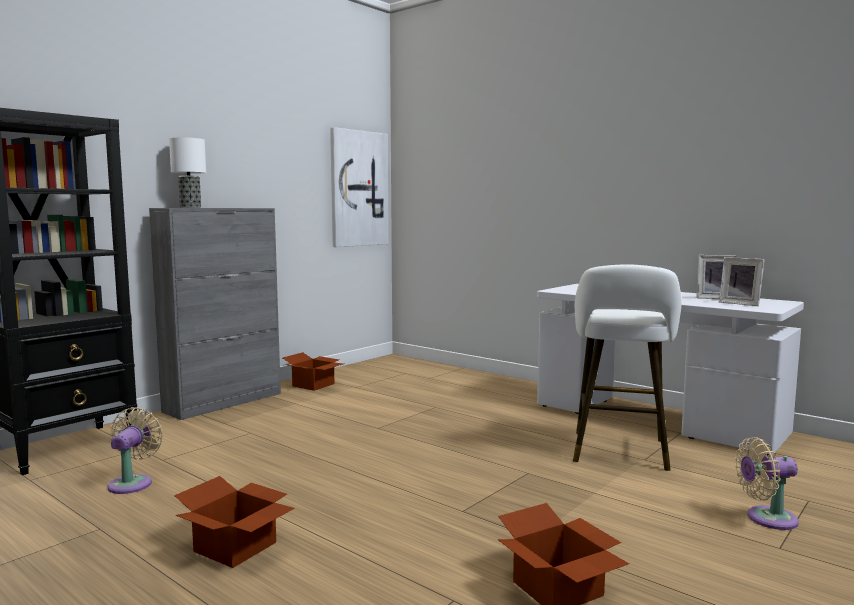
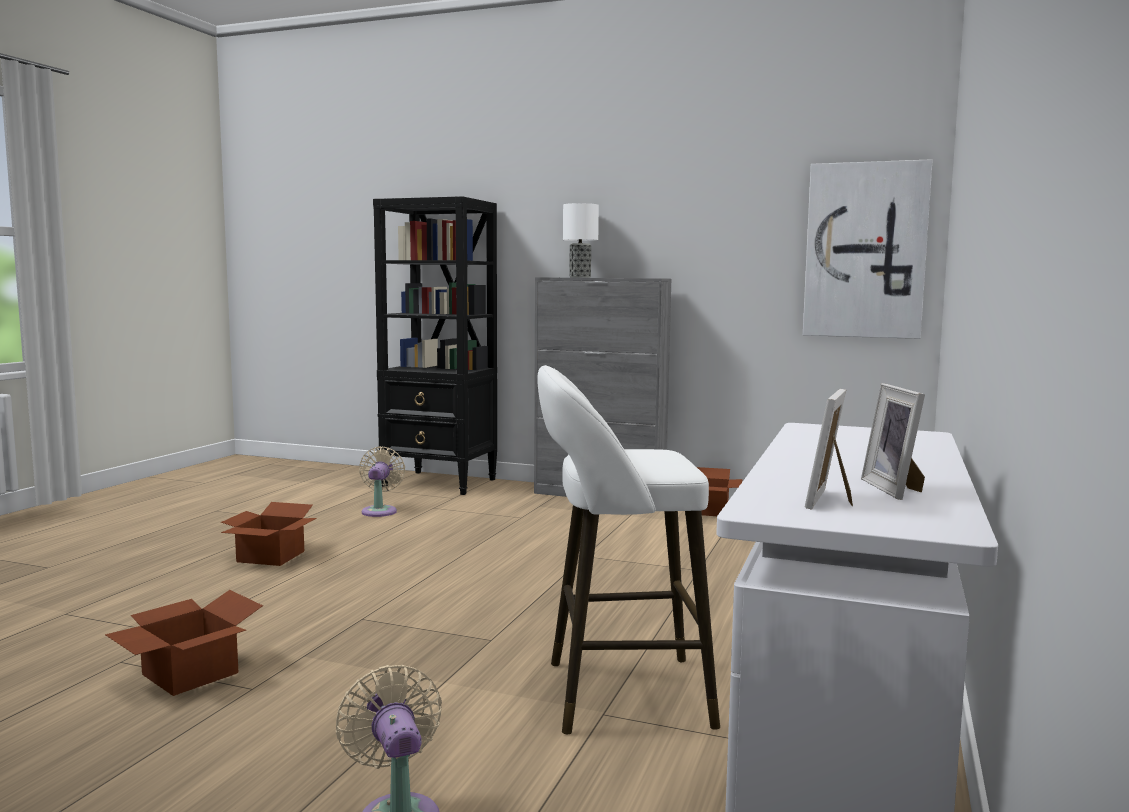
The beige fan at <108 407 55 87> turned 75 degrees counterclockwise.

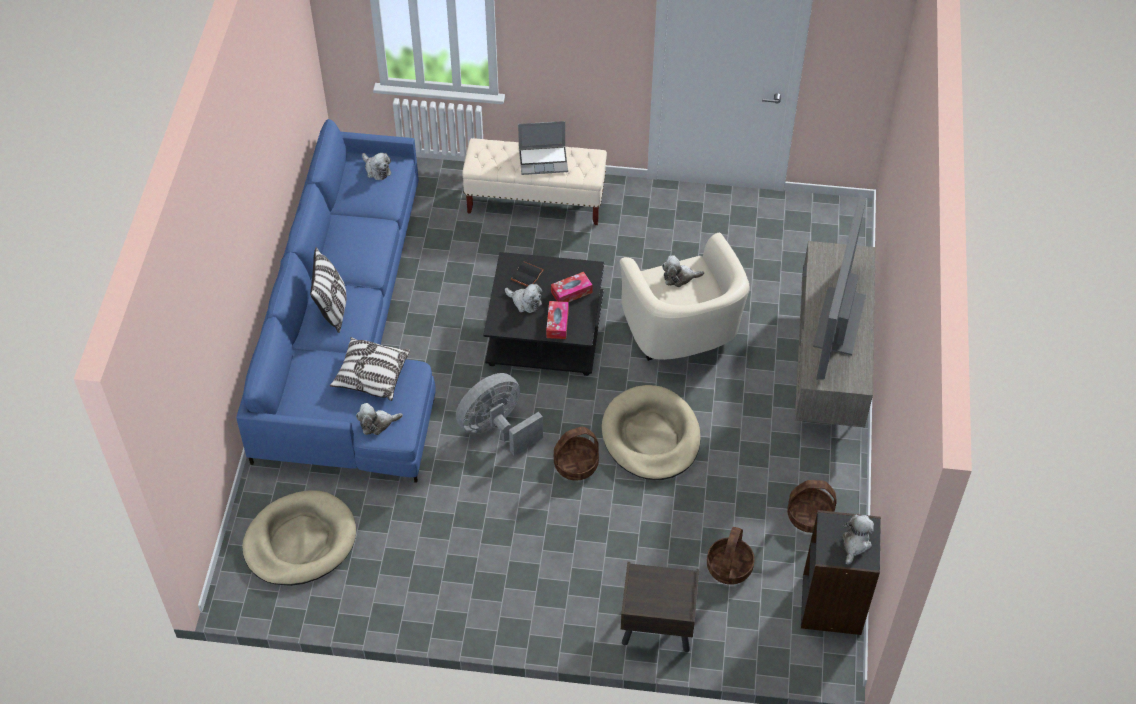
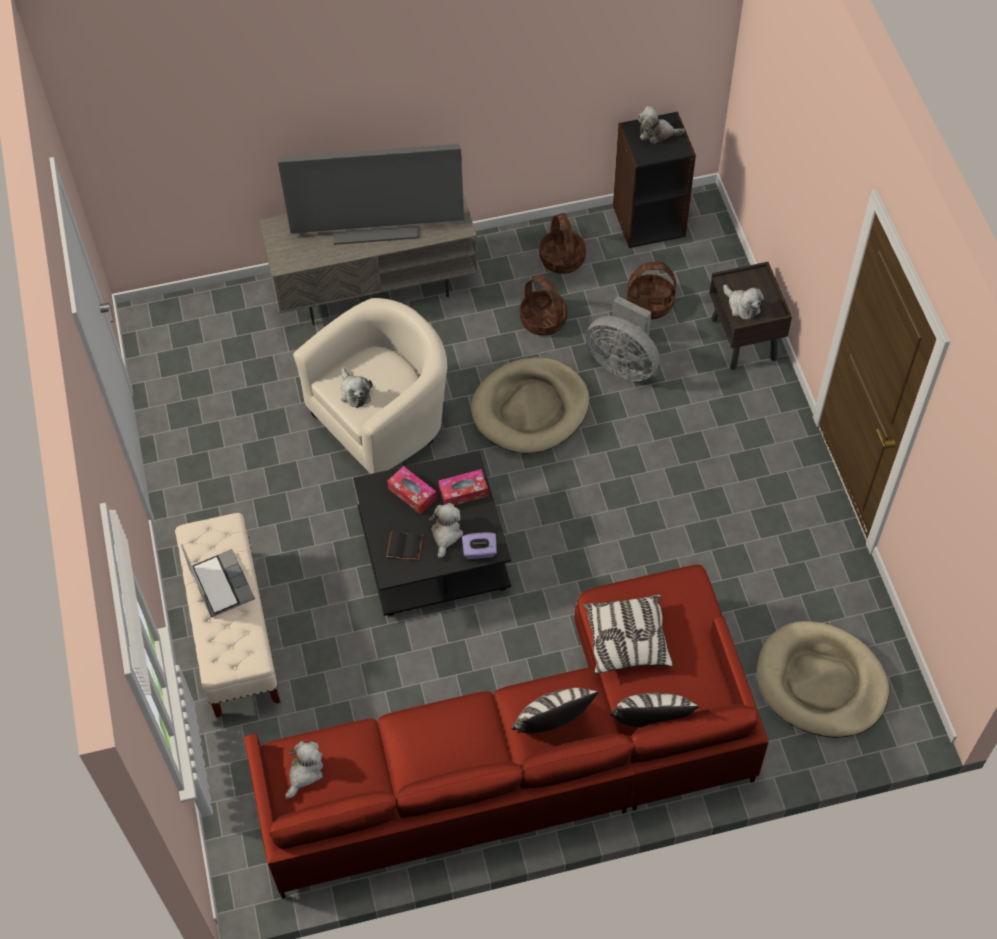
The blue sofa at <236 119 200 364> became the red sofa at <244 565 525 334>.
The purple tissue box at <462 532 35 27> appeared.
The basket moved from <554 427 45 54> to <520 275 48 61>.
The grey fan moved from <456 373 87 83> to <586 296 73 85>.
The pillow at <610 693 89 35> appeared.
The plush toy moved from <356 403 47 32> to <723 285 41 35>.

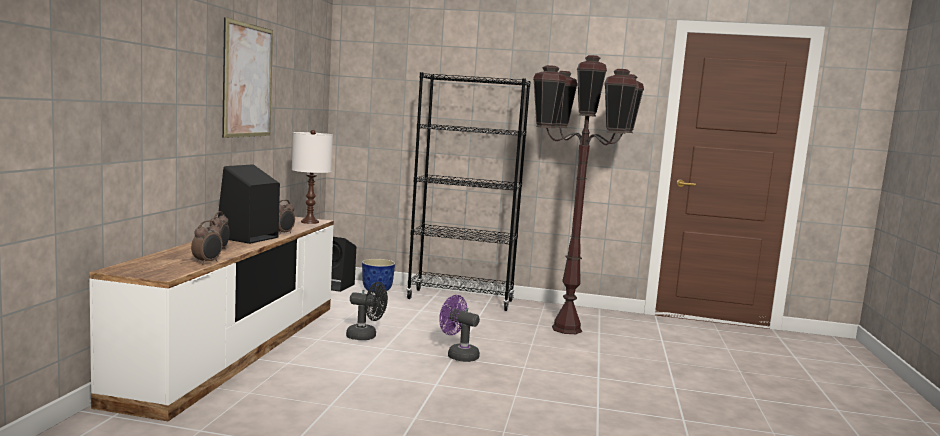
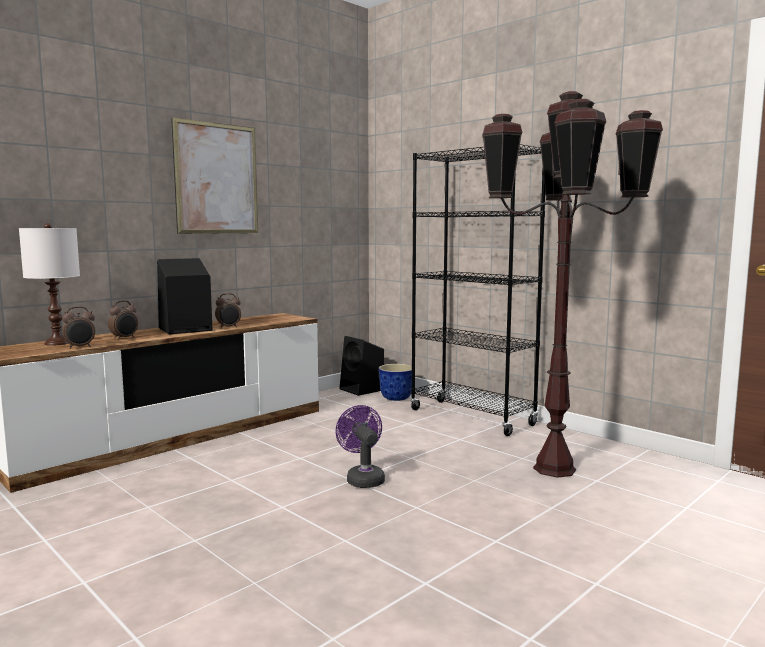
The white table lamp moved from <292 130 41 94> to <19 223 61 123>.
The black fan at <346 282 42 58> disappeared.

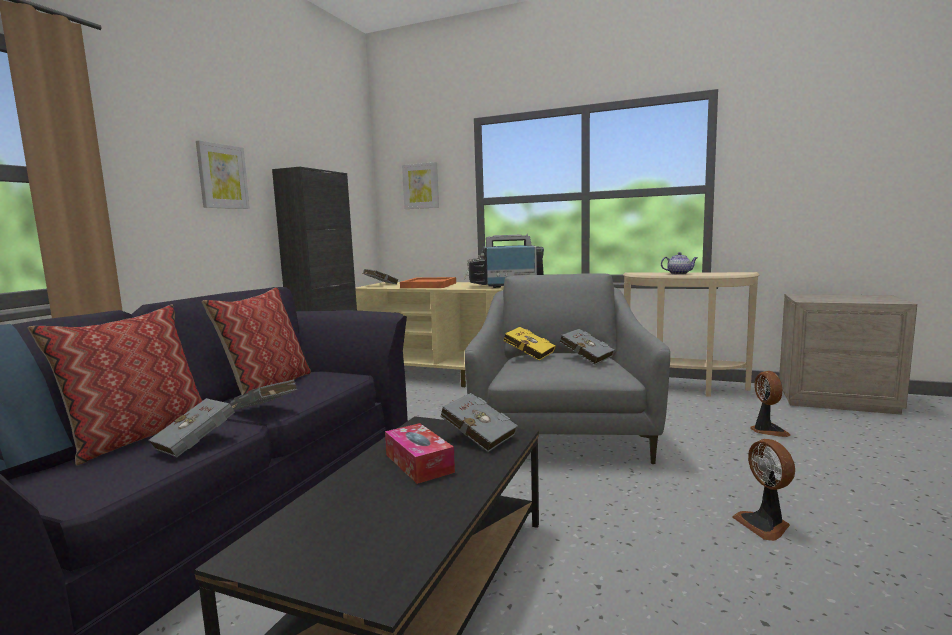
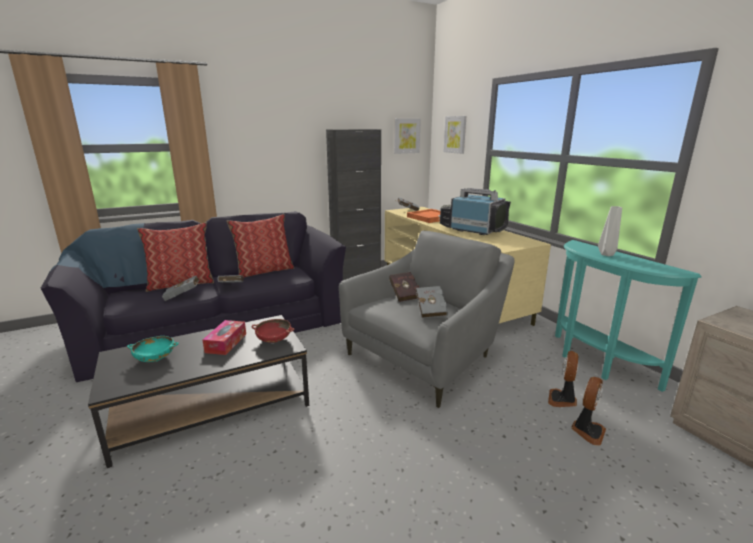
The turquoise bowl at <127 336 52 26> appeared.
The grey book at <440 393 78 59> was replaced by the red bowl at <252 319 42 24>.
The yellow book at <503 327 53 34> became the red book at <389 272 30 30>.
The picture moved from <196 140 54 69> to <394 118 27 36>.
The fan moved from <732 439 63 102> to <548 351 30 56>.
The beige console table at <623 272 137 125> became the turquoise console table at <555 240 146 152>.
The teapot at <661 252 37 23> was replaced by the grey vase at <598 206 24 50>.

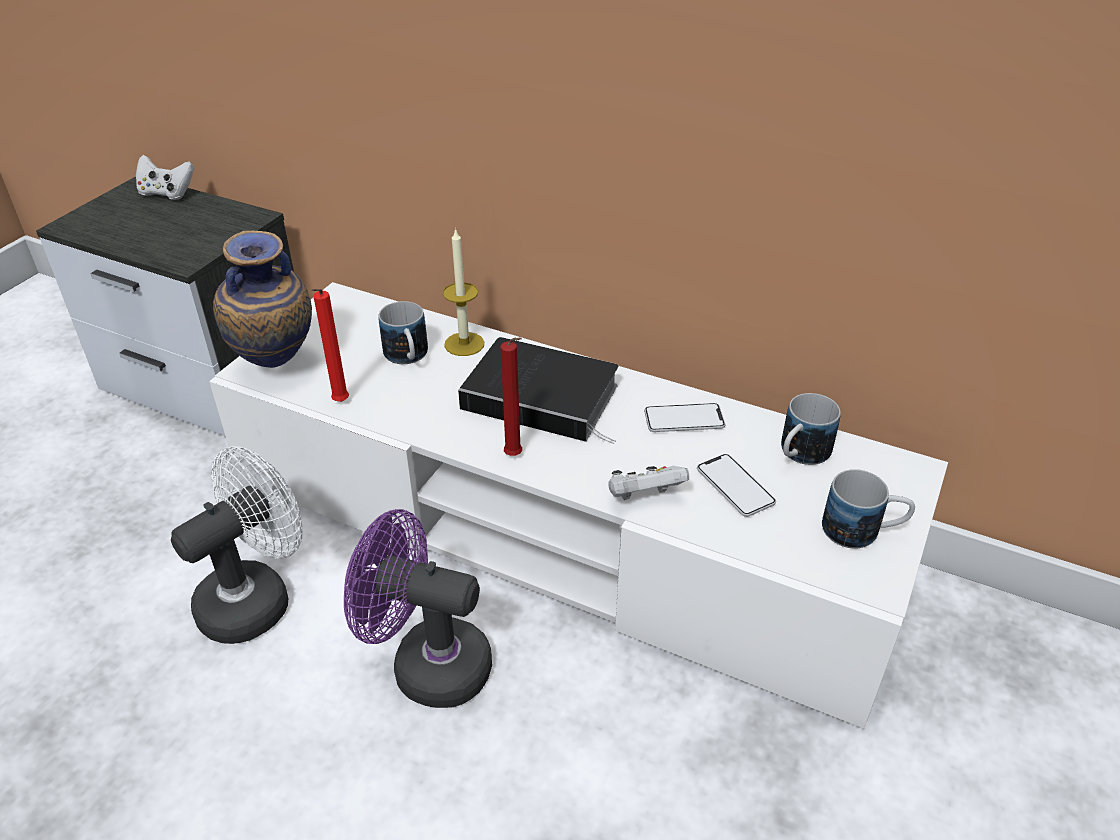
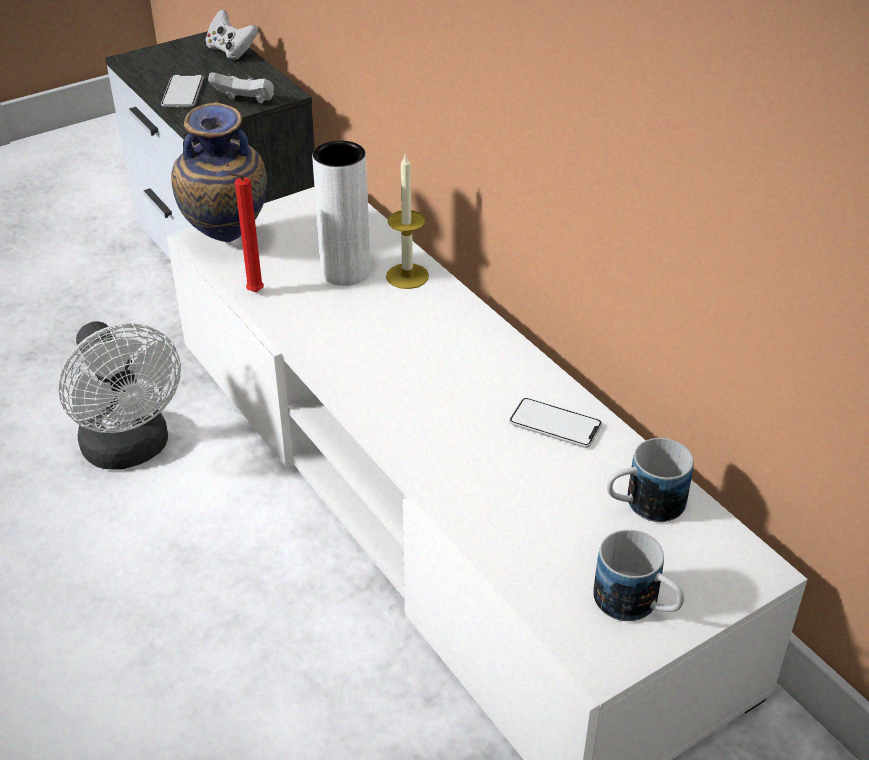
The white fan at <171 446 132 198> turned 75 degrees clockwise.
The phone moved from <697 454 79 63> to <161 74 43 33>.
The white game controller moved from <609 466 80 34> to <208 72 66 32>.
The mug at <378 301 50 63> was replaced by the white vase at <312 141 59 145>.
The purple fan at <344 509 148 199> disappeared.
The book at <458 337 161 107> disappeared.
The red candle at <501 338 21 118> disappeared.

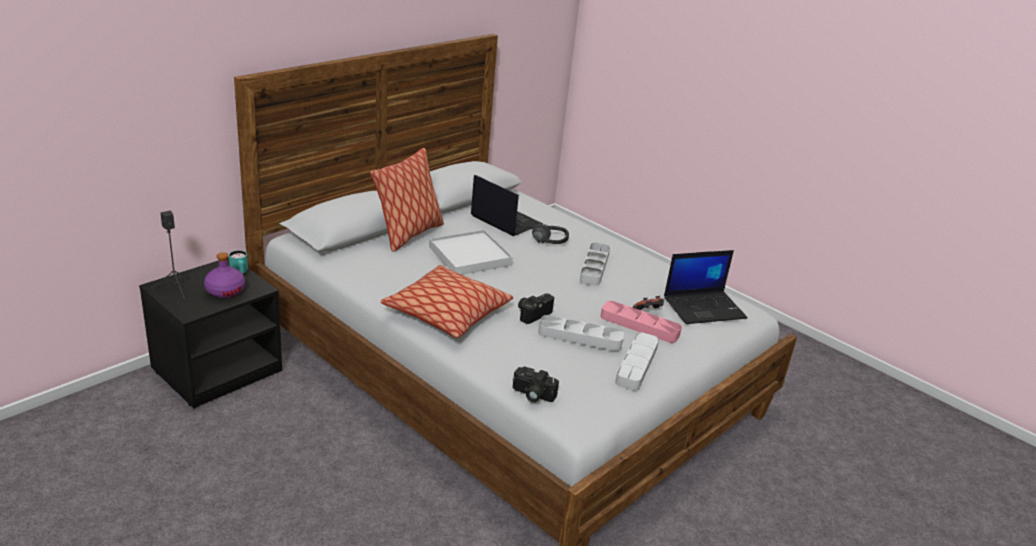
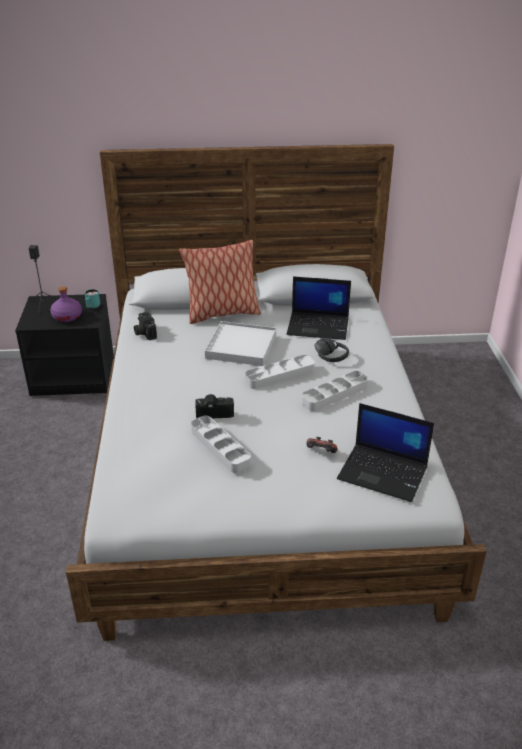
The photo camera moved from <513 367 46 35> to <134 312 23 28>.
The grey tray moved from <615 332 44 59> to <245 355 70 34>.
The laptop at <471 174 72 62> turned 105 degrees clockwise.
The pillow at <380 265 133 73> disappeared.
The pink tray at <601 301 81 42> disappeared.

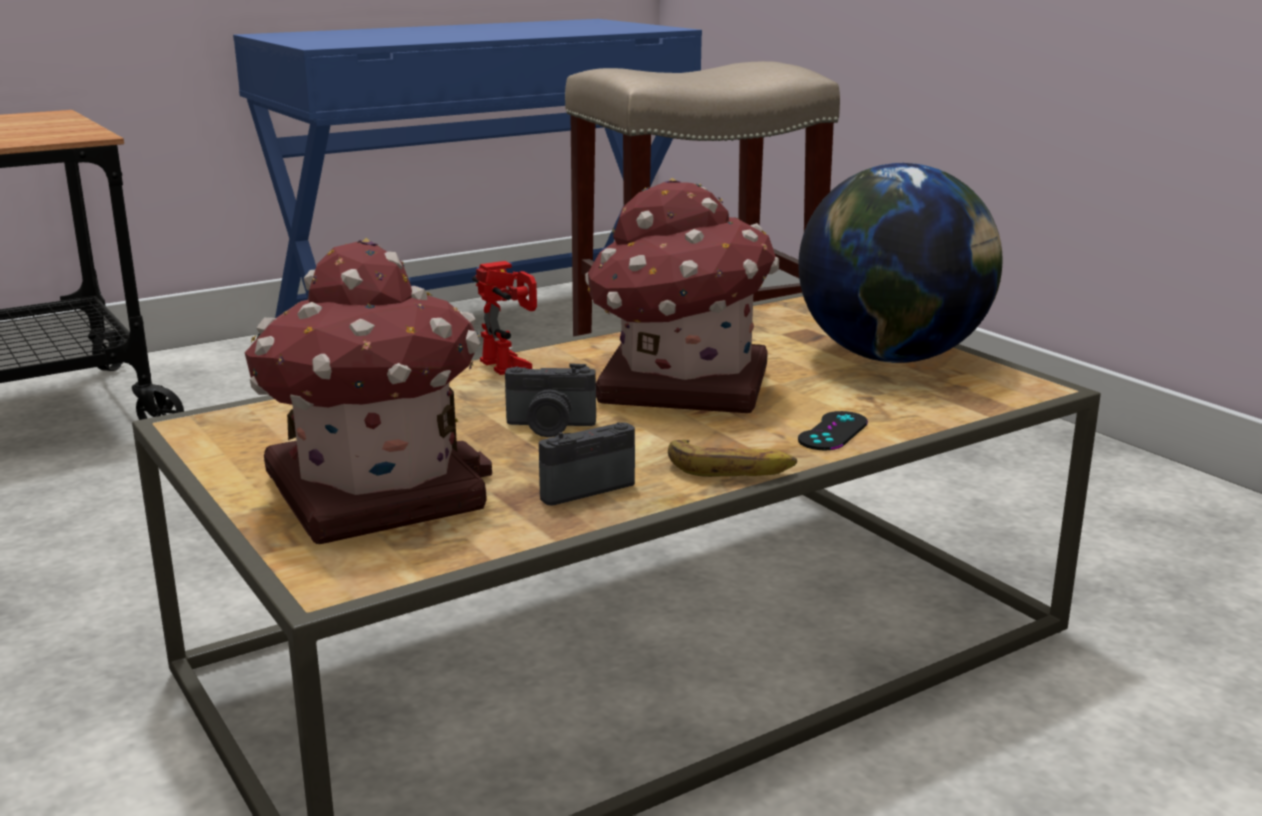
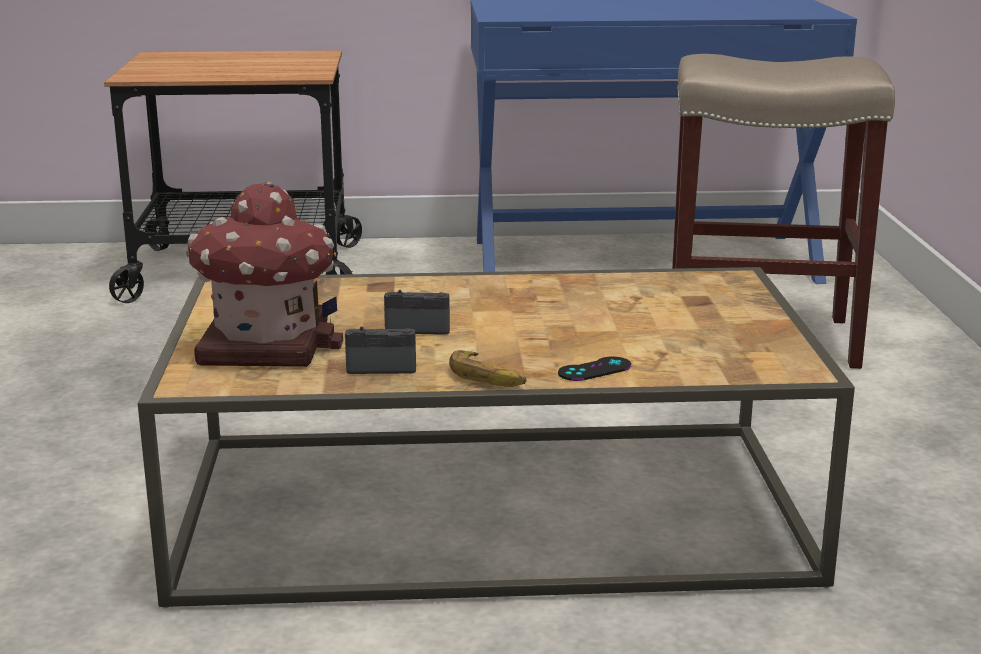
The photo camera at <505 363 91 74> turned 150 degrees clockwise.
The toy robot at <472 261 65 114> disappeared.
The toy house at <585 178 194 235> disappeared.
The globe at <798 163 205 200> disappeared.

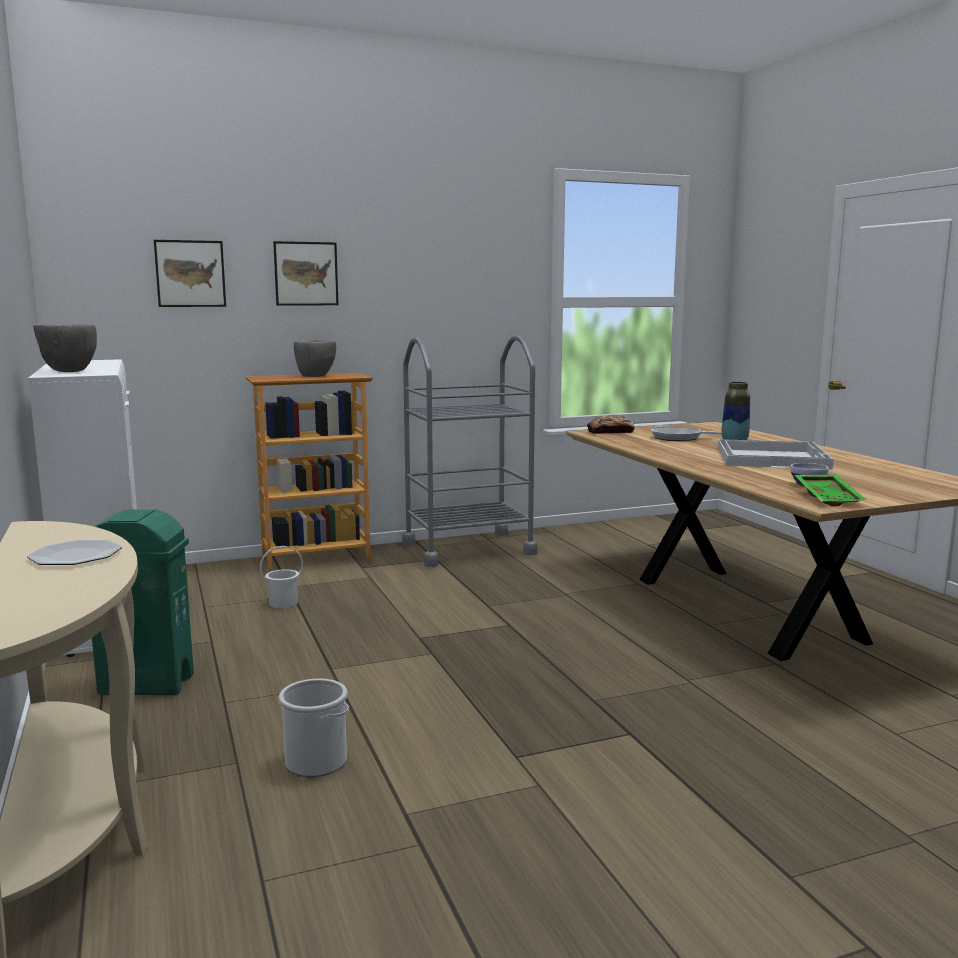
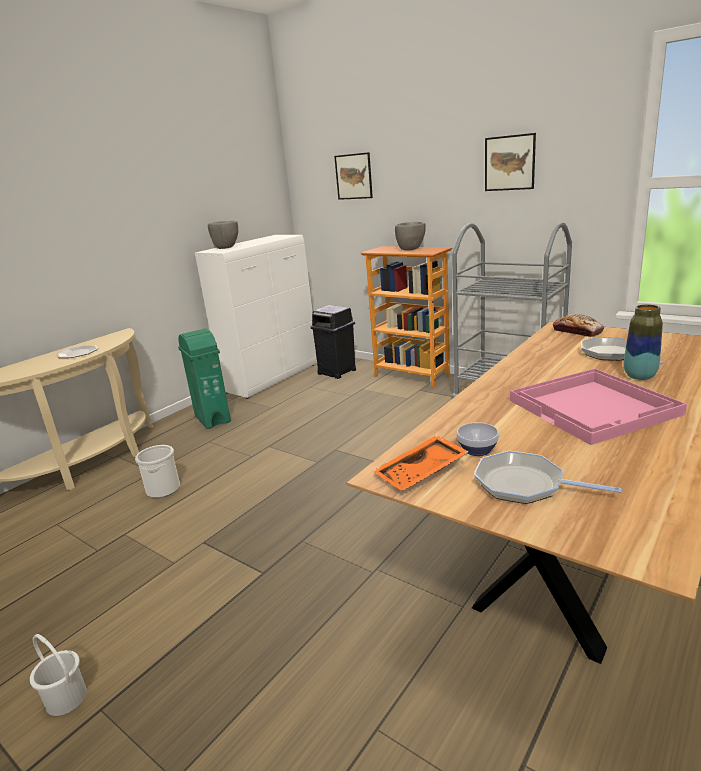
The white bucket moved from <260 546 43 62> to <30 634 57 82>.
The black trash can at <311 305 45 74> appeared.
The green tray at <795 475 72 31> became the orange tray at <373 435 96 56>.
The frying pan at <474 451 147 53> appeared.
The picture moved from <273 241 66 65> to <485 133 51 58>.
The white tray at <718 439 116 30> became the pink tray at <510 368 177 77>.

